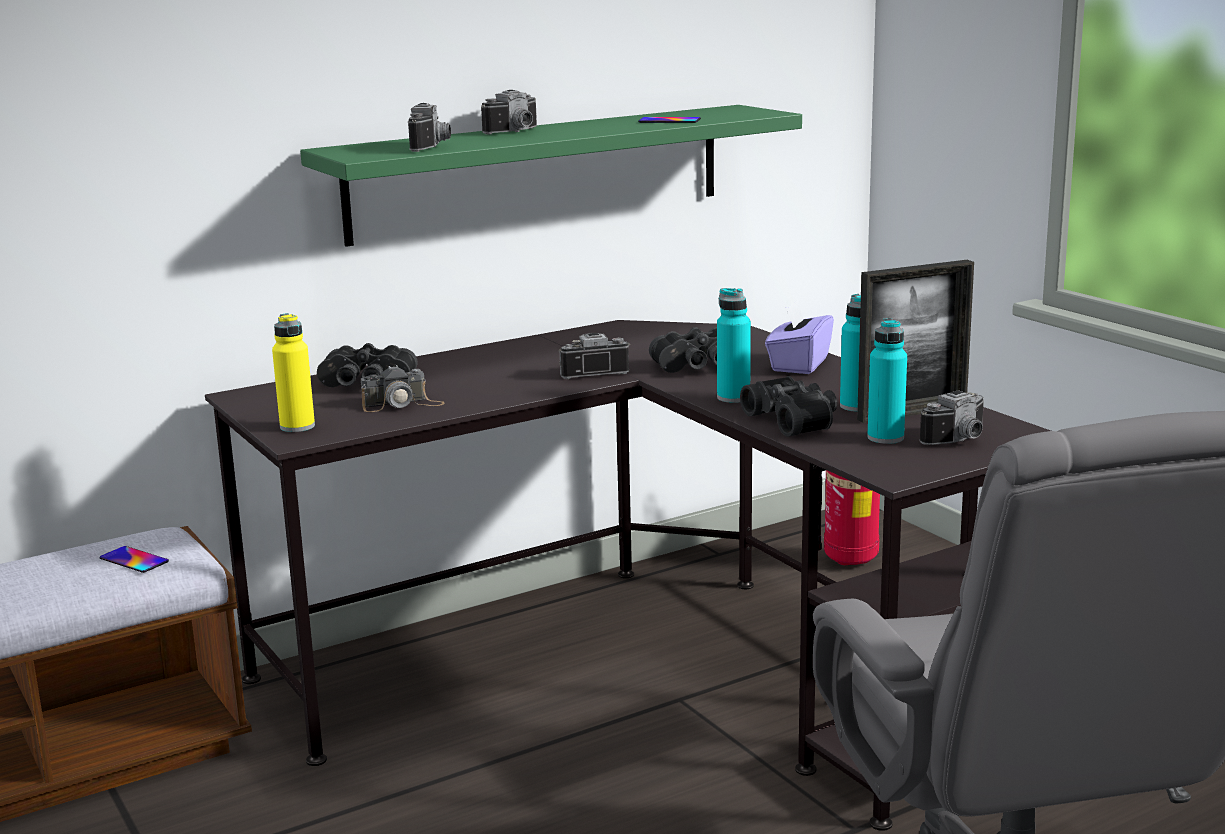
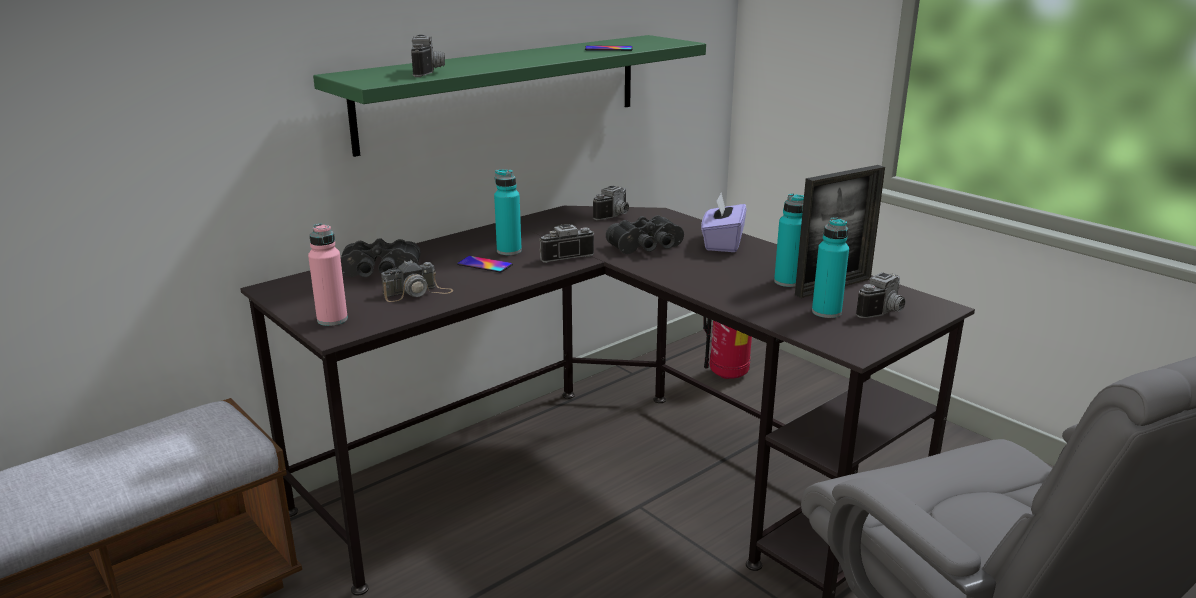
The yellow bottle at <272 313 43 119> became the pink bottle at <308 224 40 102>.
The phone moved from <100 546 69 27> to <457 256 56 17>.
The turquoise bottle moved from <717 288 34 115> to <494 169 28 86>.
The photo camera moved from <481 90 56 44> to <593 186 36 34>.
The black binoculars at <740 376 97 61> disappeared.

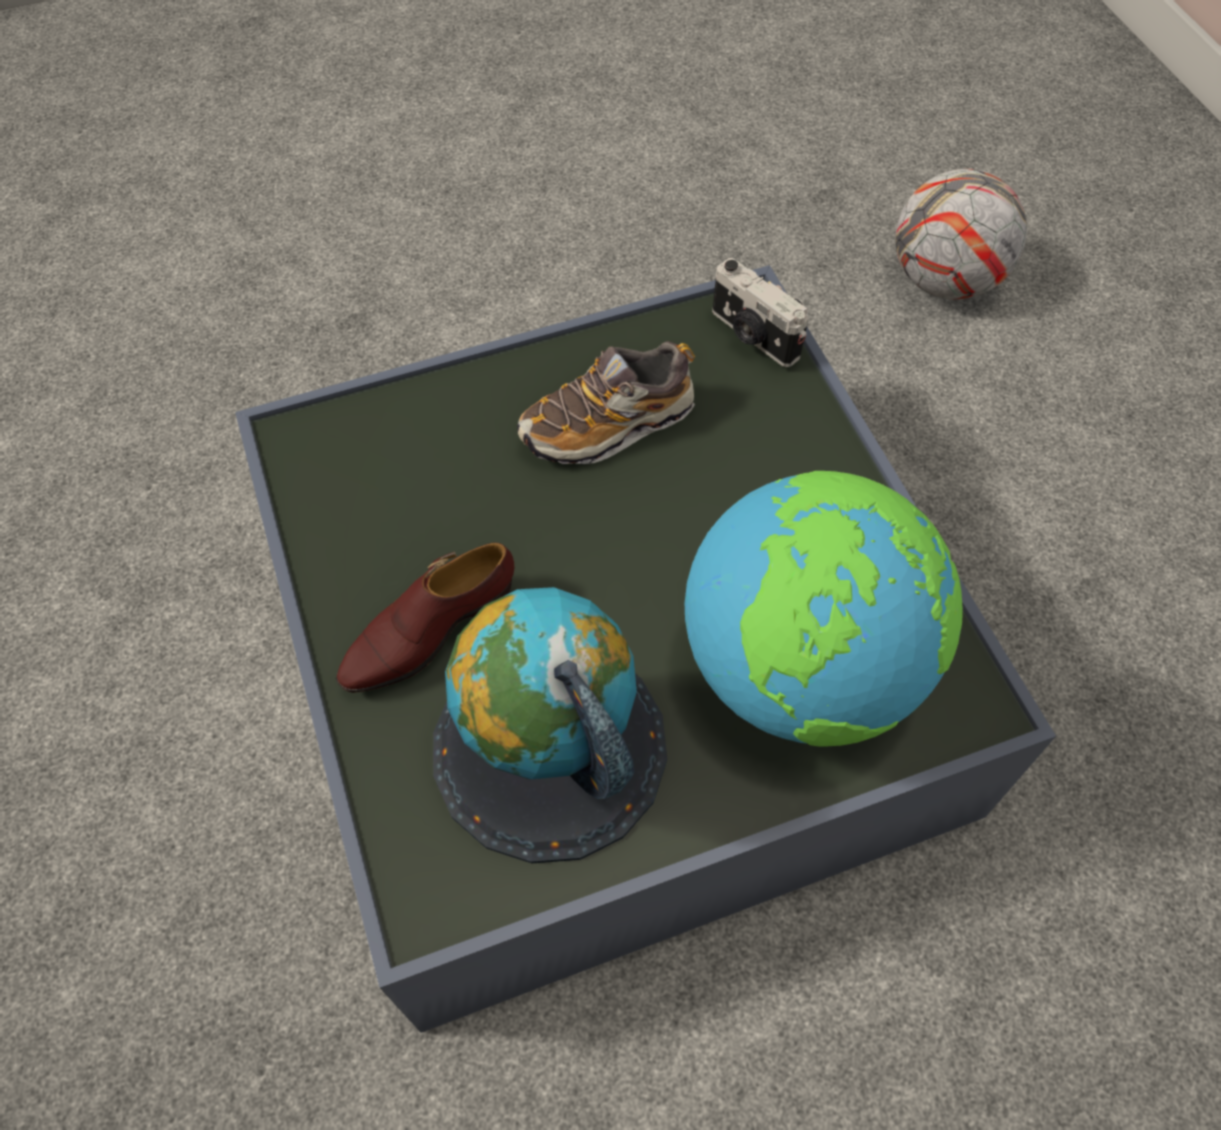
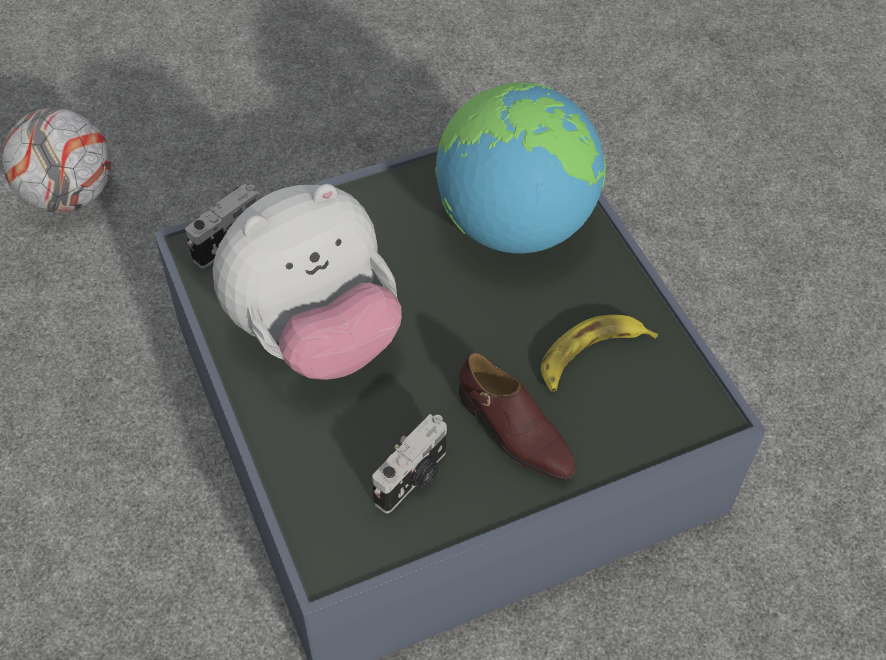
The shoe at <517 341 178 123> was replaced by the plush toy at <213 184 189 196>.
The photo camera at <372 414 75 99> appeared.
The globe at <433 587 234 276> was replaced by the banana at <541 315 117 76>.

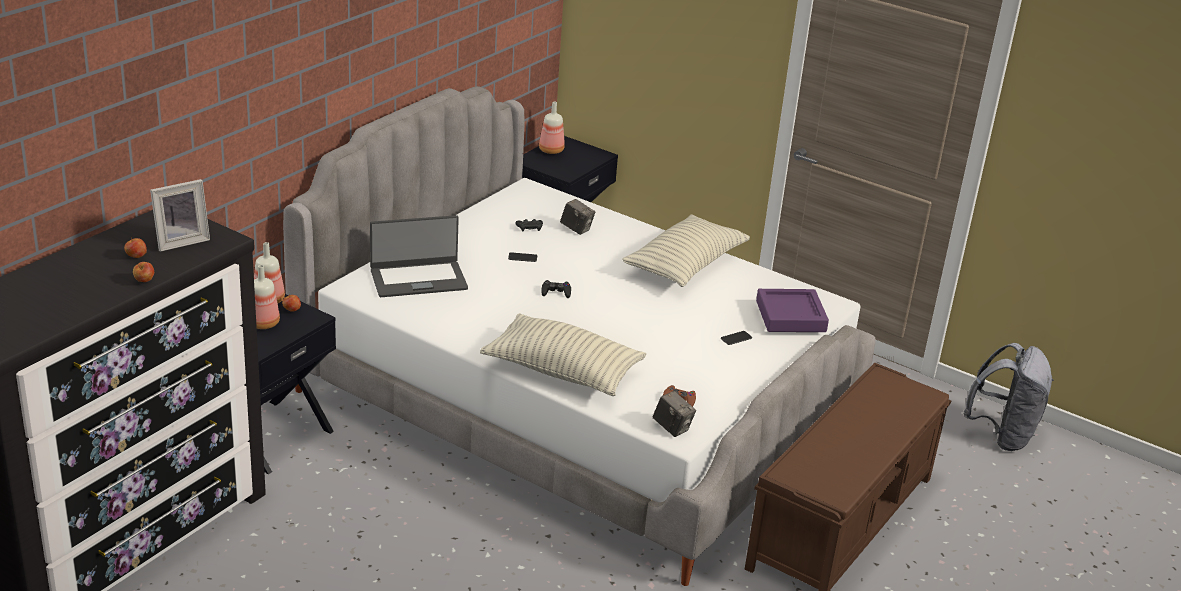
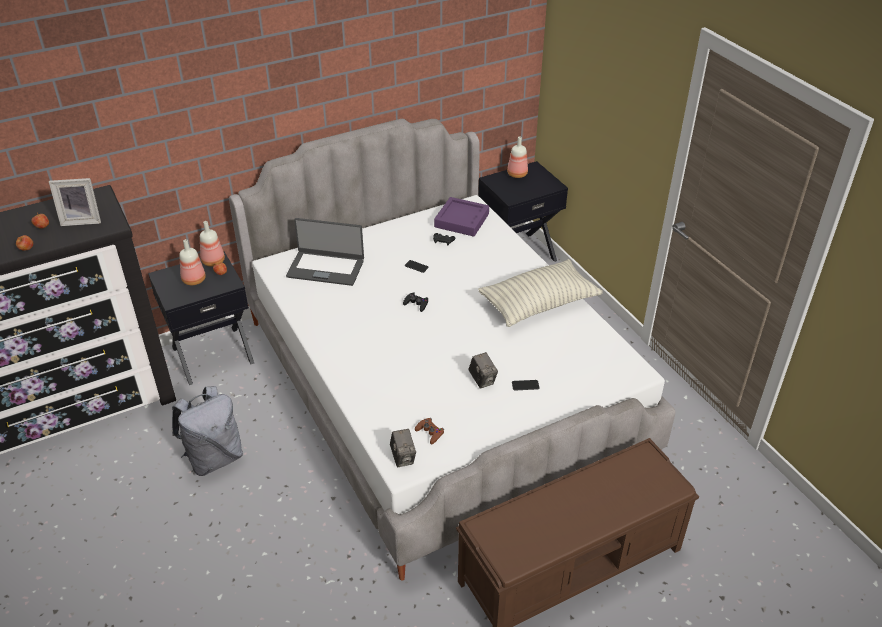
The grey backpack moved from <964 343 90 108> to <172 386 71 90>.
The purple tray moved from <756 289 73 43> to <434 197 55 40>.
The photo camera moved from <560 199 35 36> to <469 352 29 37>.
The pillow at <480 313 166 83> disappeared.

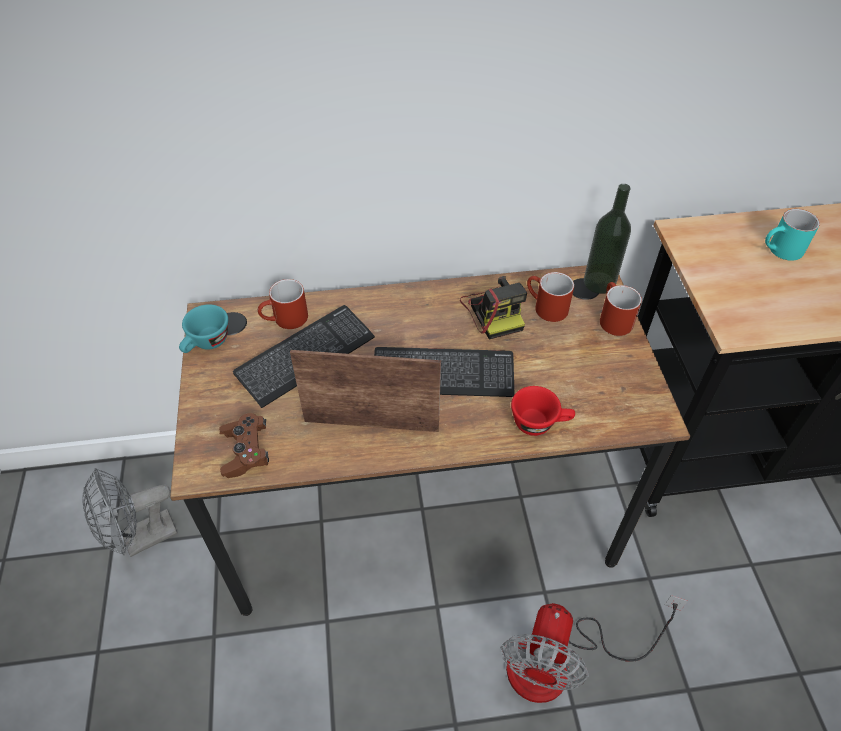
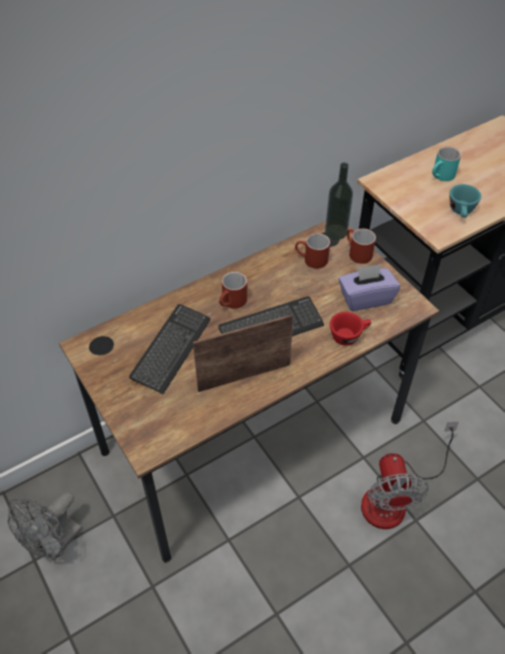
The red mug moved from <258 279 50 50> to <219 272 28 37>.
The purple tissue box at <338 264 62 47> appeared.
The turquoise cup moved from <179 304 49 49> to <449 184 32 34>.
The brown game controller at <219 413 50 65> disappeared.
The photo camera at <460 276 67 64> disappeared.

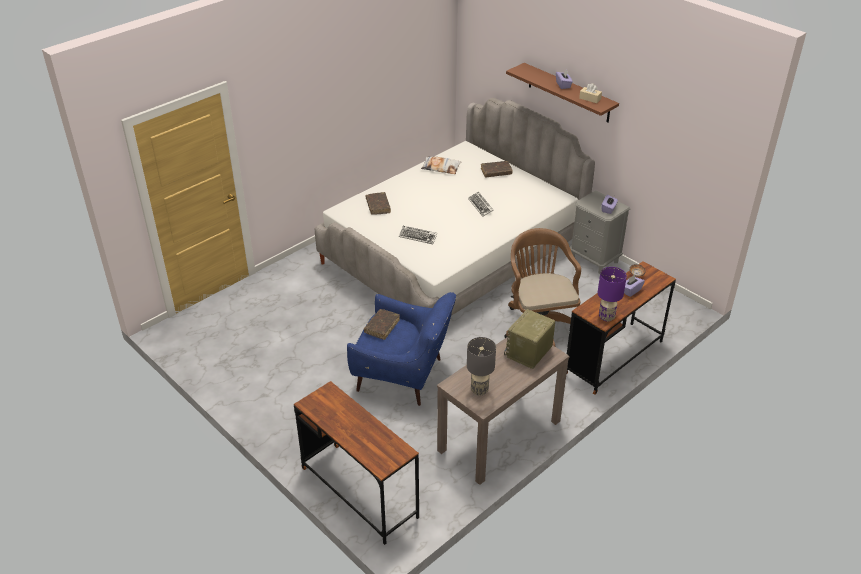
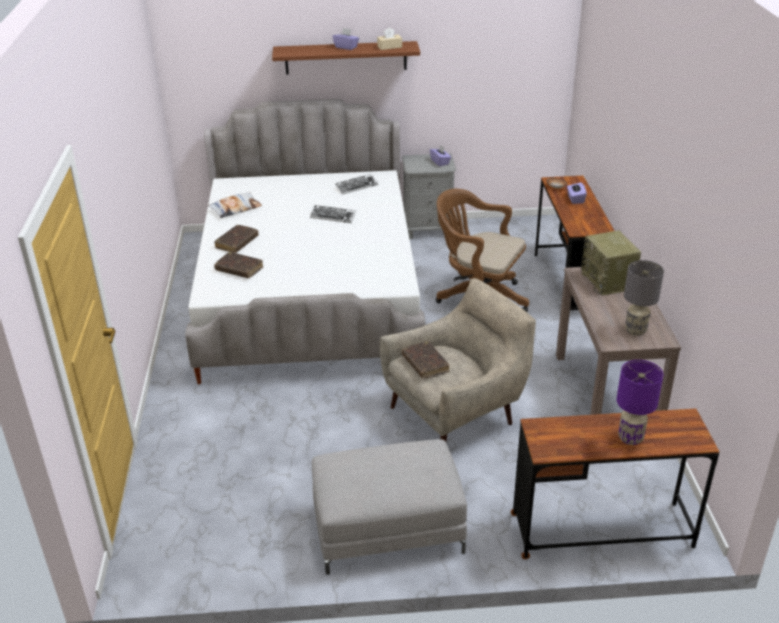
The brown book moved from <481 161 32 16> to <214 225 45 28>.
The grey ottoman at <311 439 156 136> appeared.
The keyboard moved from <399 226 38 18> to <335 174 43 21>.
The blue armchair at <347 292 109 114> became the beige armchair at <380 278 156 164>.
The purple table lamp moved from <597 267 30 54> to <617 360 46 85>.

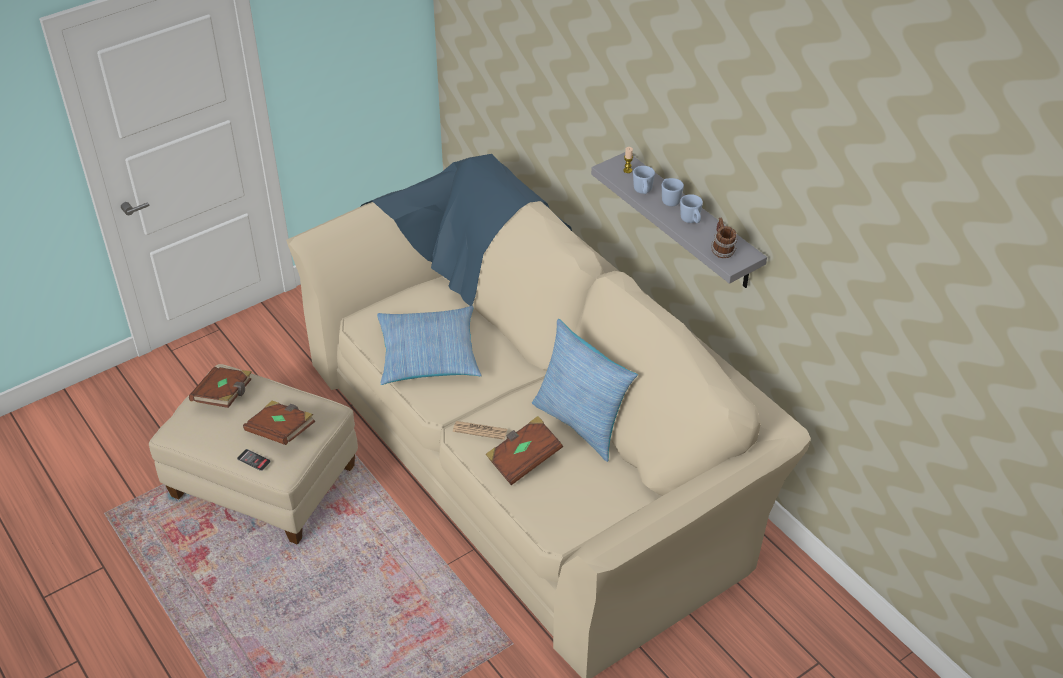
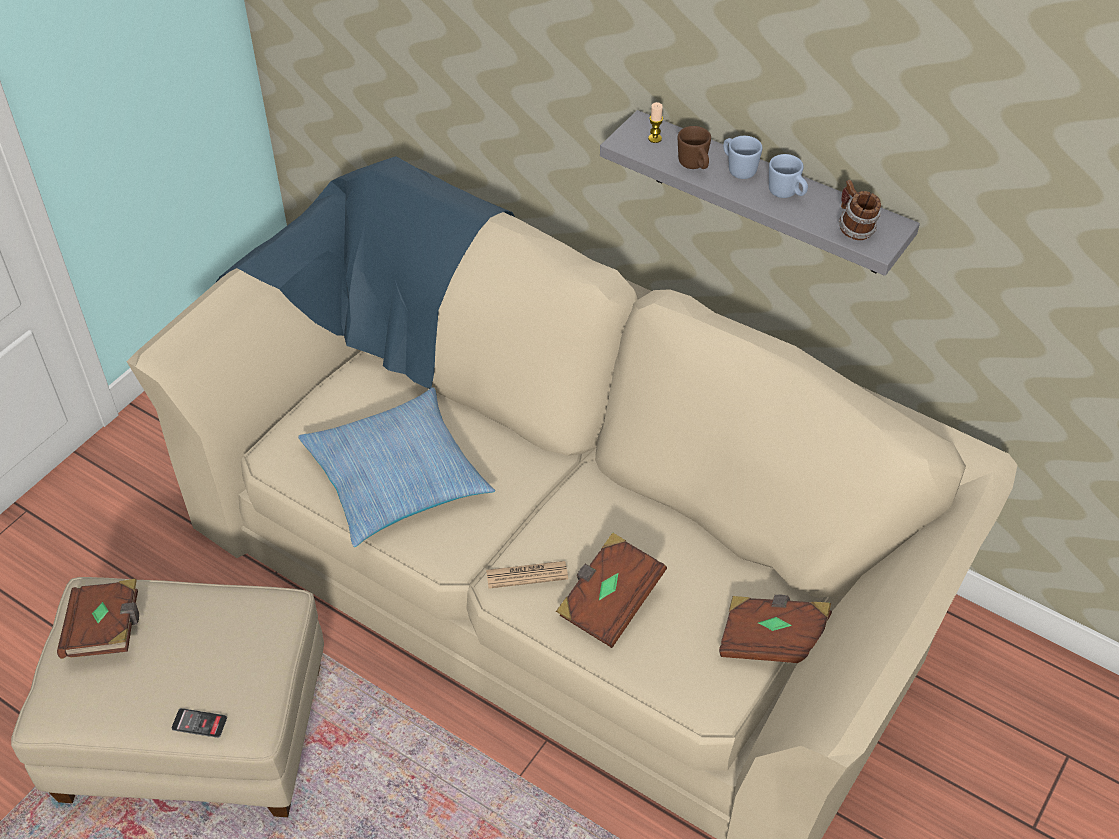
The blue mug at <633 166 22 28> became the brown mug at <678 126 33 43>.
The brown book moved from <243 401 72 44> to <719 595 113 68>.
The pillow at <532 319 106 143> disappeared.

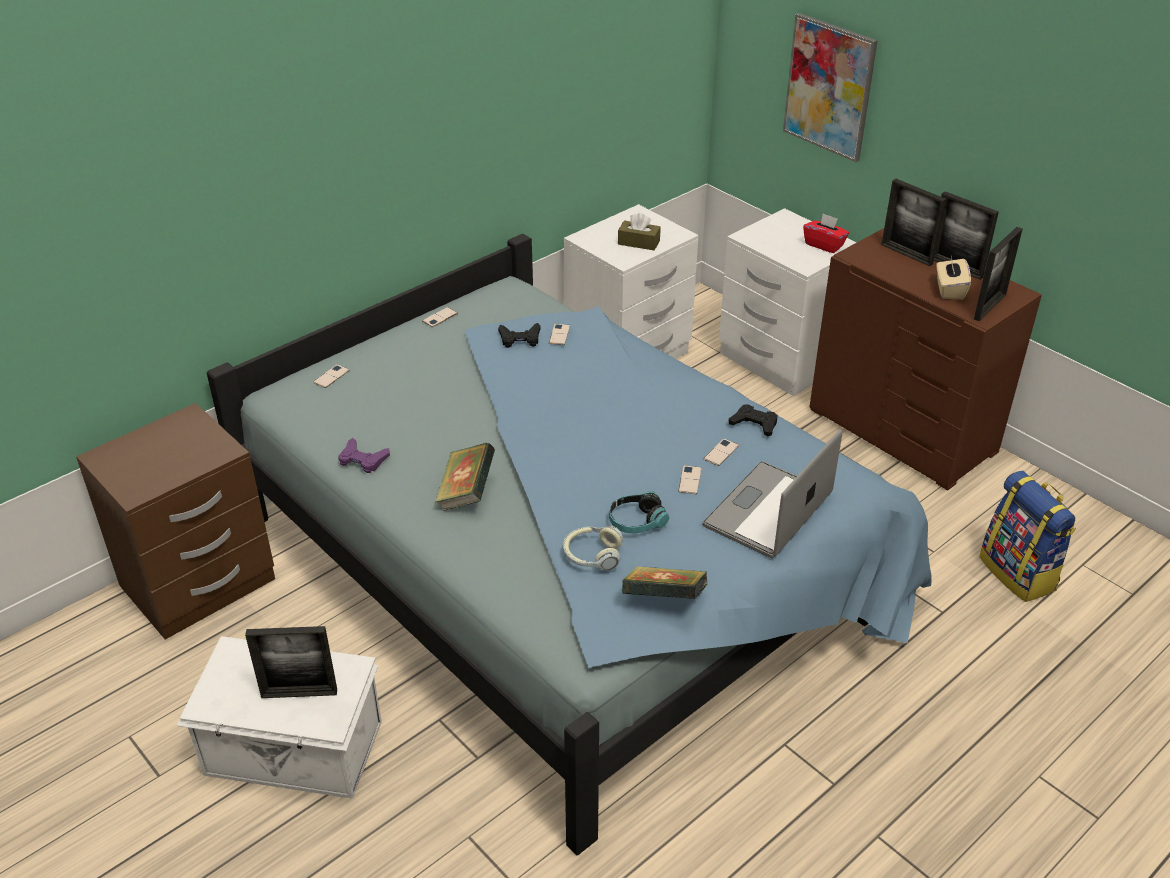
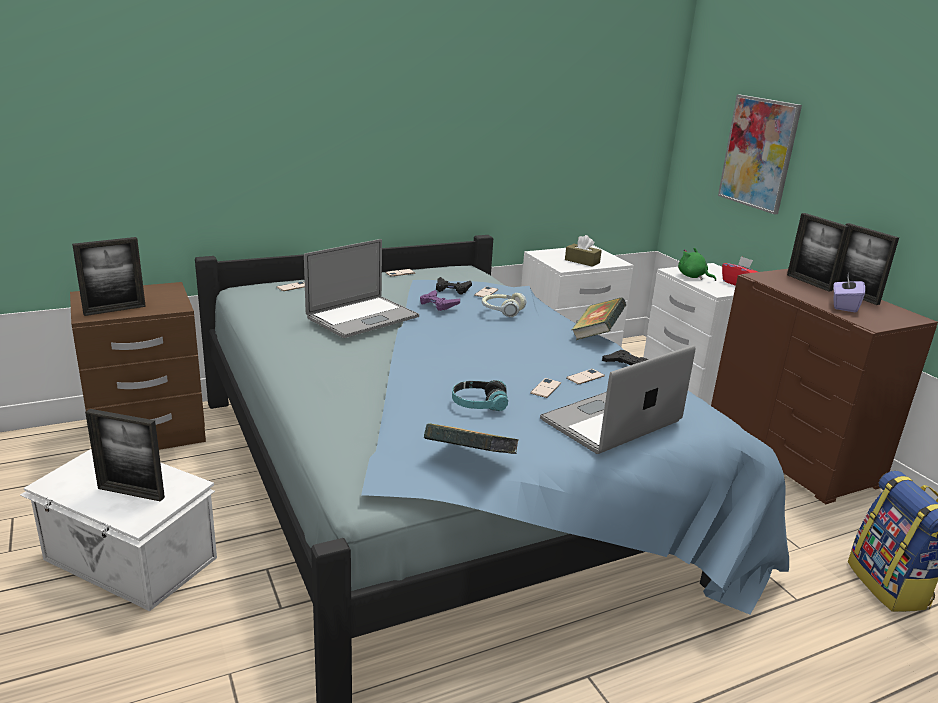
The picture frame moved from <974 227 49 95> to <72 237 74 79>.
The laptop at <304 239 115 99> appeared.
The purple game controller moved from <338 438 52 35> to <420 290 40 21>.
The headphones moved from <563 526 60 45> to <482 293 45 24>.
The book moved from <435 443 60 68> to <572 298 54 42>.
The green plush toy at <678 248 38 33> appeared.
The beige tissue box at <937 257 34 43> became the purple tissue box at <833 274 32 38>.

